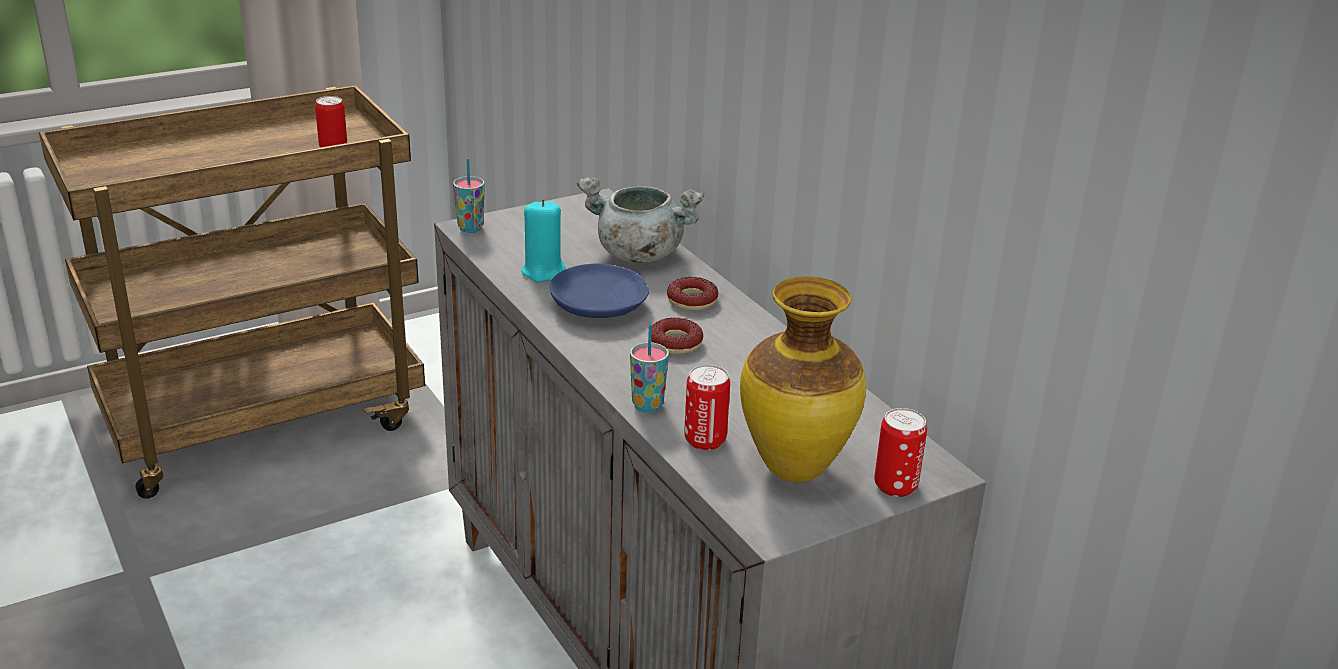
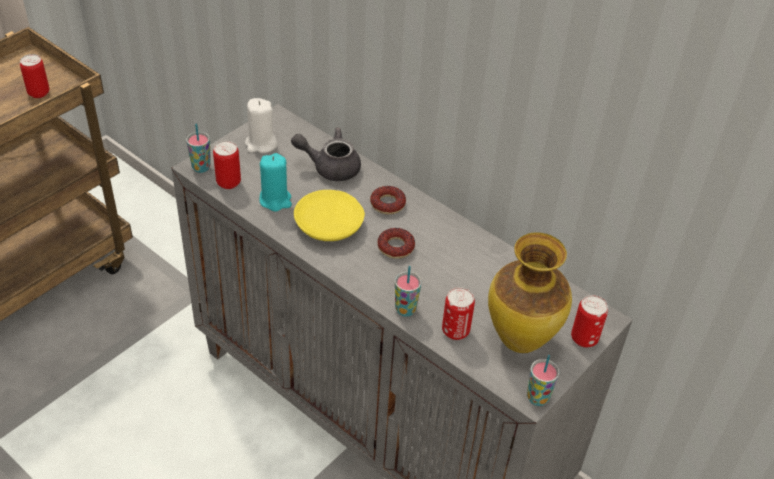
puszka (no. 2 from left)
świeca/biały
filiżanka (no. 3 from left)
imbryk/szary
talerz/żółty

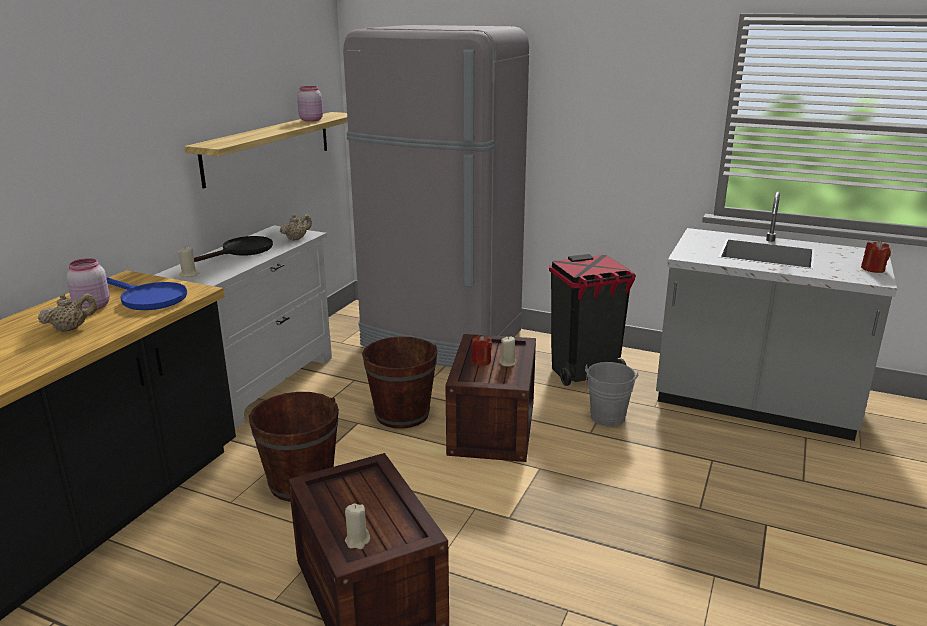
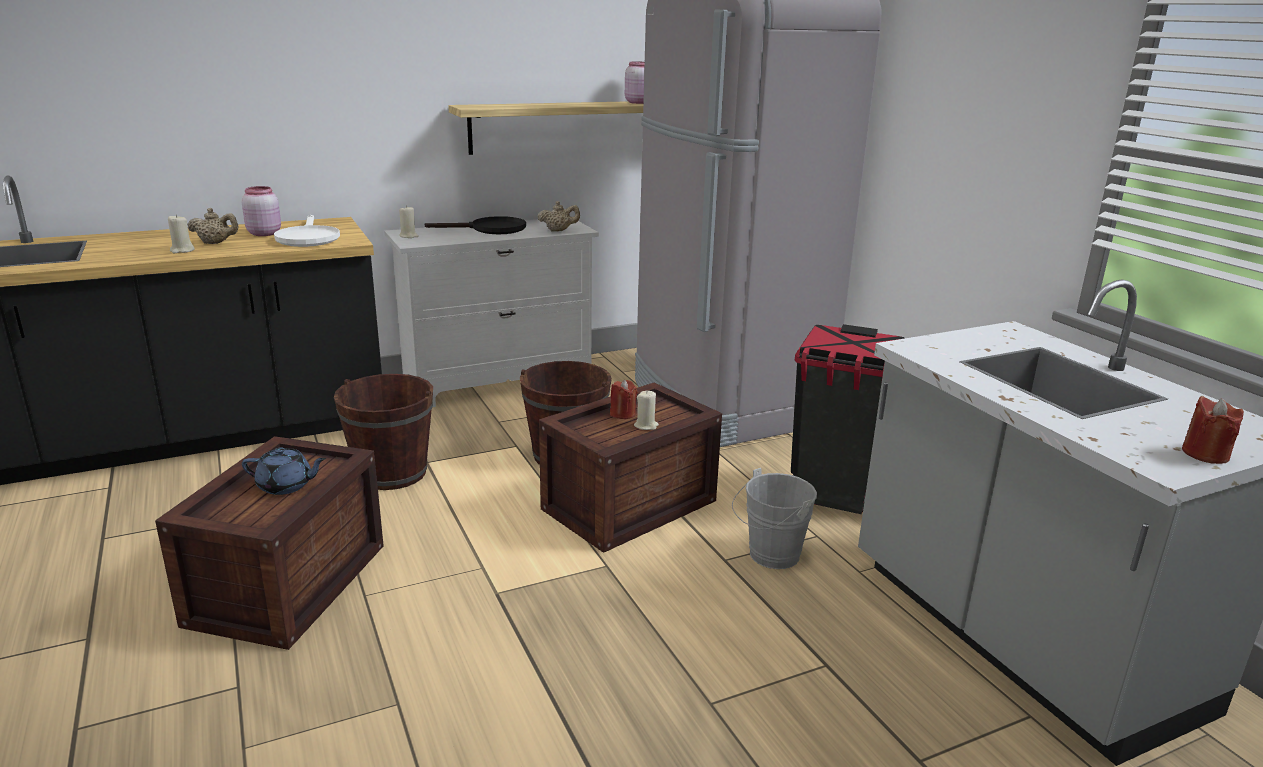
imbryk/niebieski
świeca/beżowy (no. 1 from left)
patelnia/biały

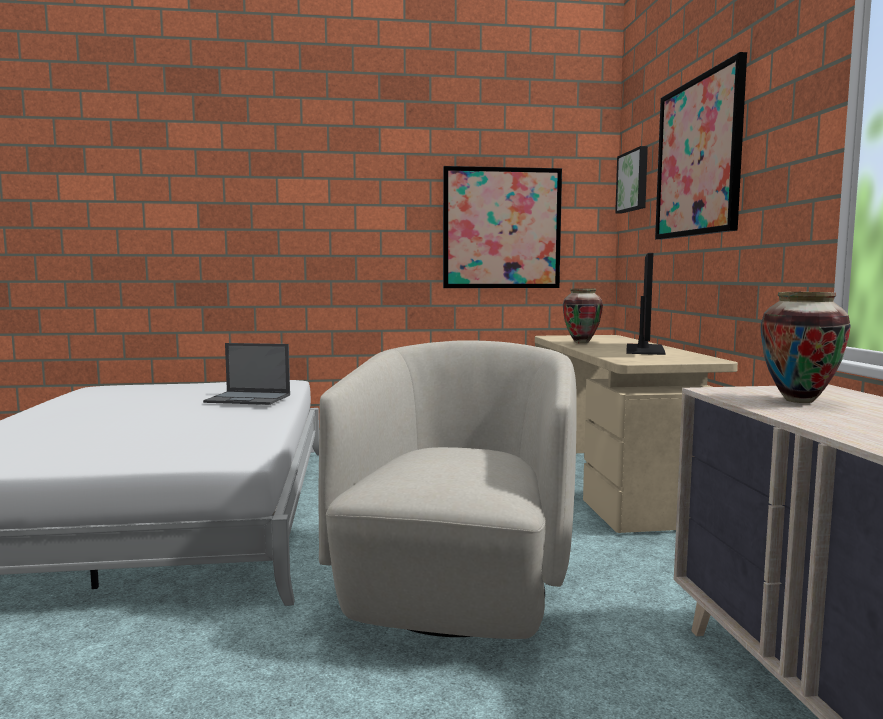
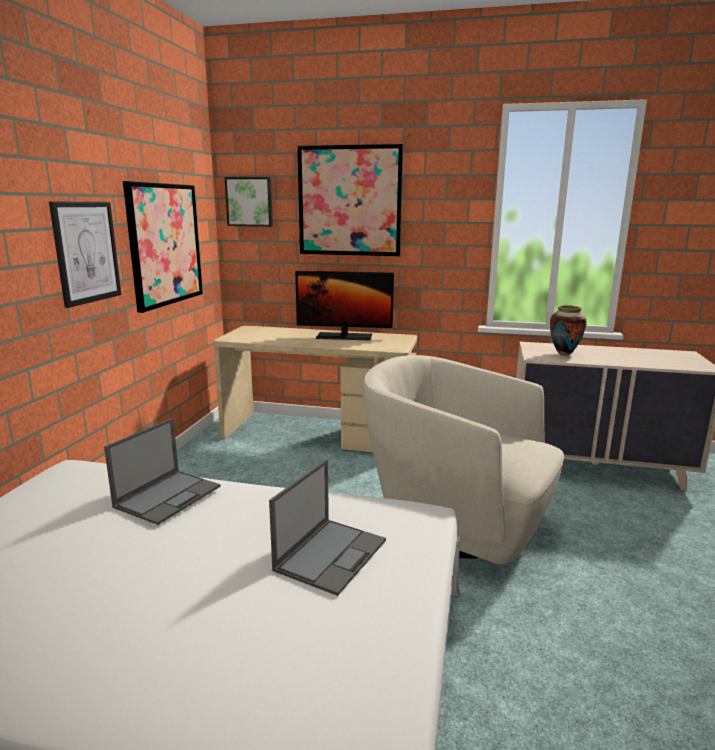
wazon (no. 1 from left in the first image)
obraz (no. 1 from left)
laptop (no. 2 from left)
monitor

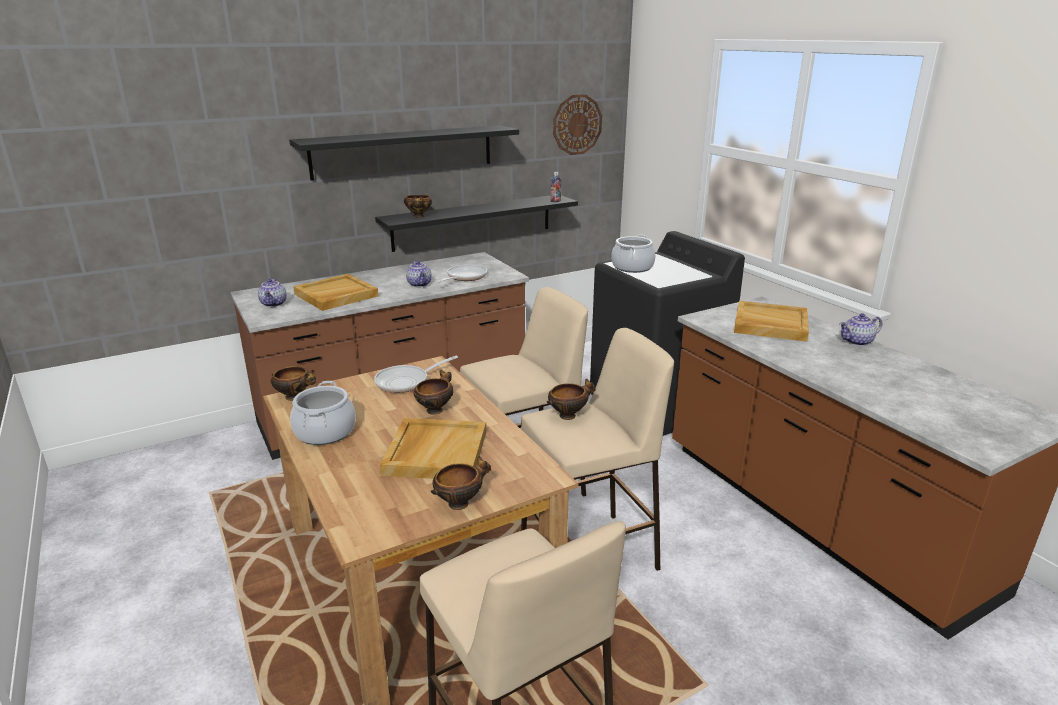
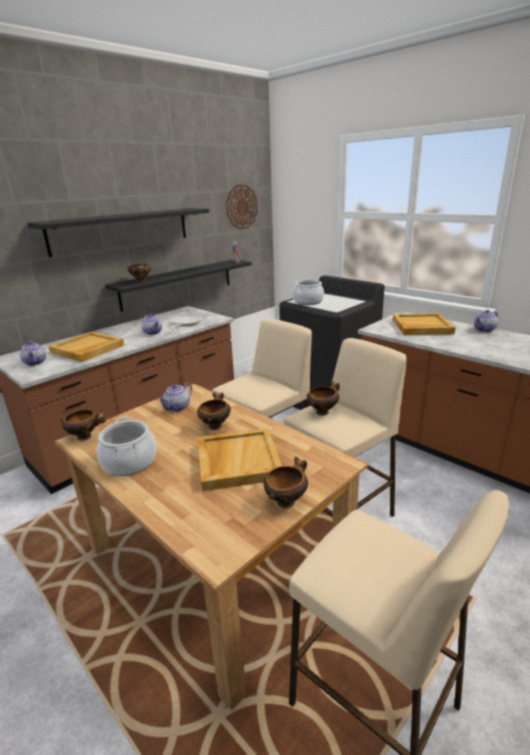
imbryk (no. 3 from left)

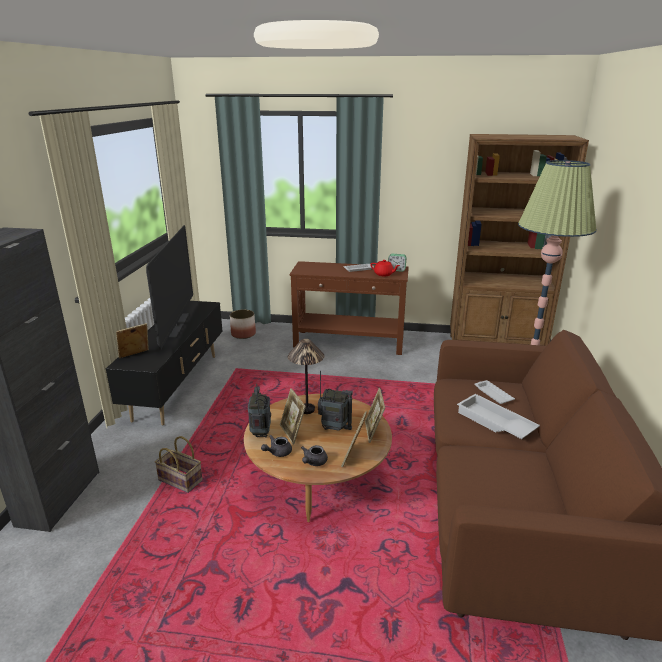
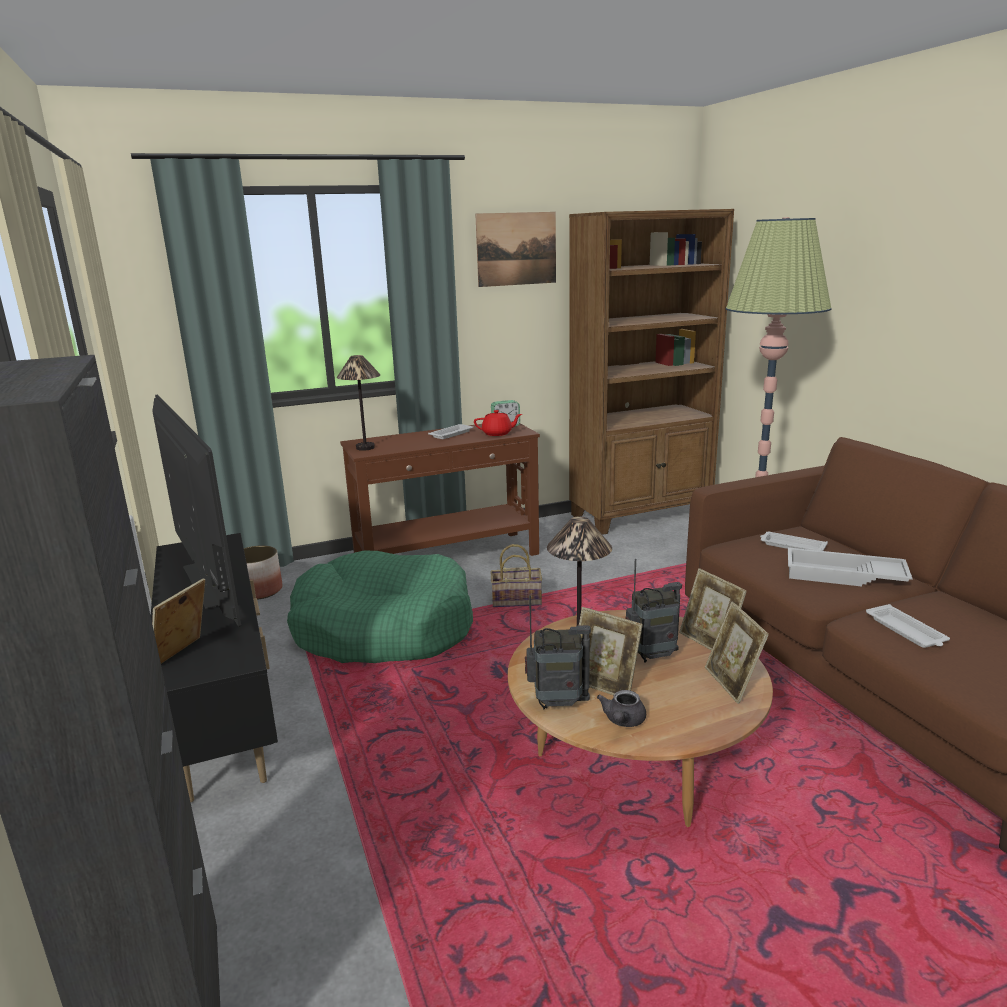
imbryk/szary (no. 2 from left in the first image)
legowisko/zielony
lampa stołowa (no. 1 from left)
obraz
taca/biały (no. 4 from left)
koszyk
radio (no. 1 from left)

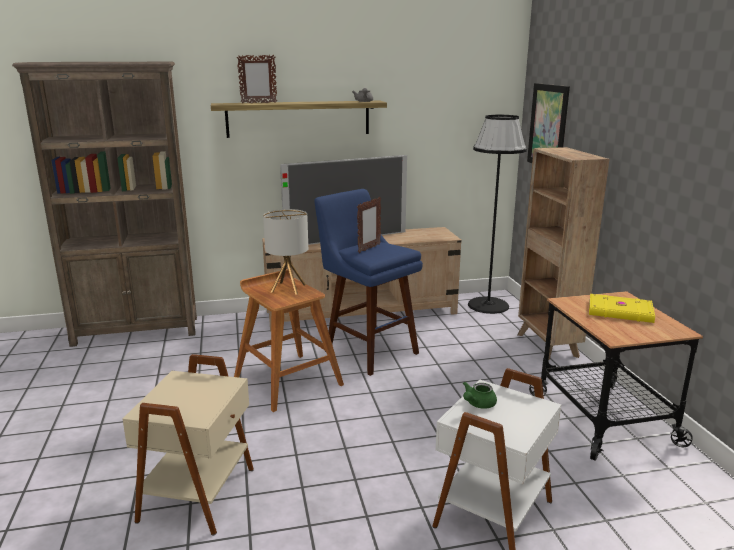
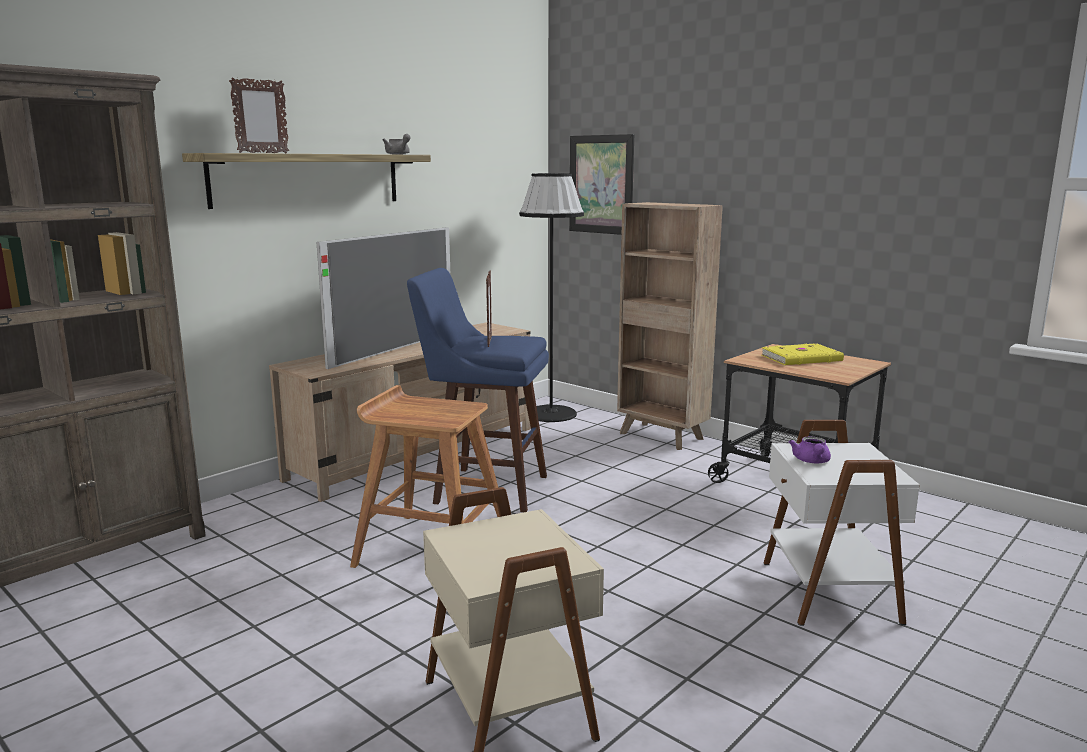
lampa stołowa
imbryk/fioletowy

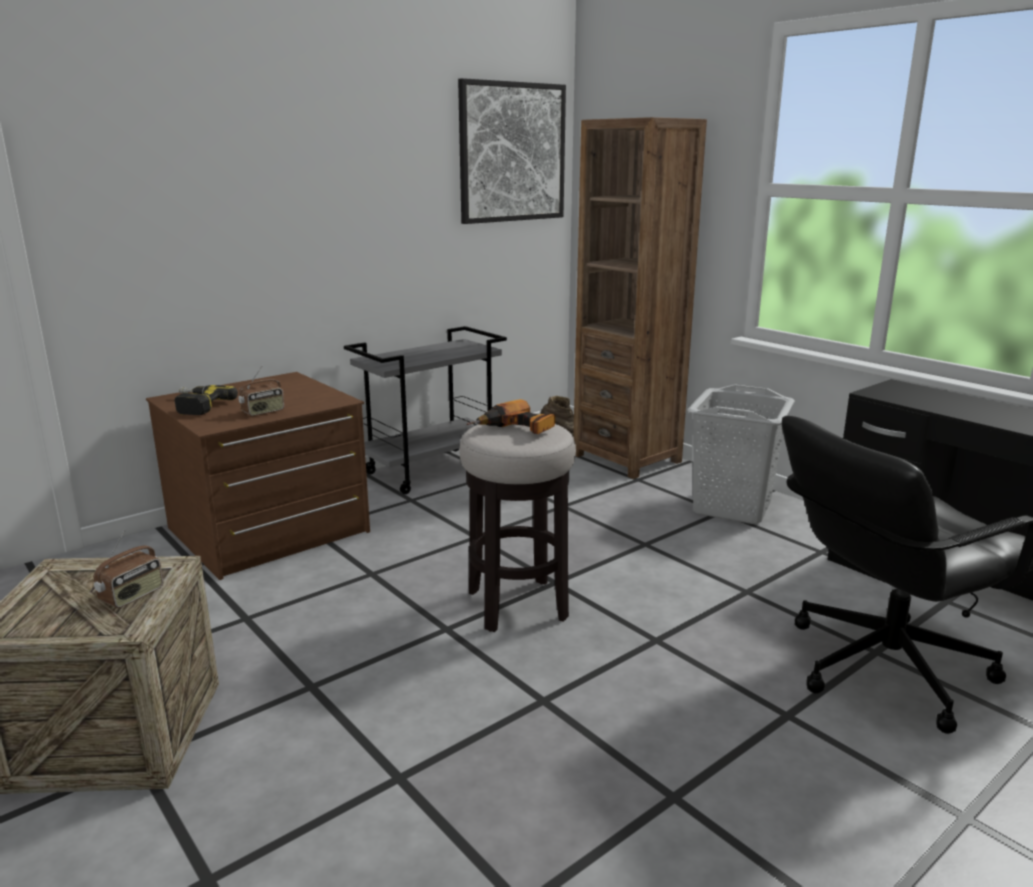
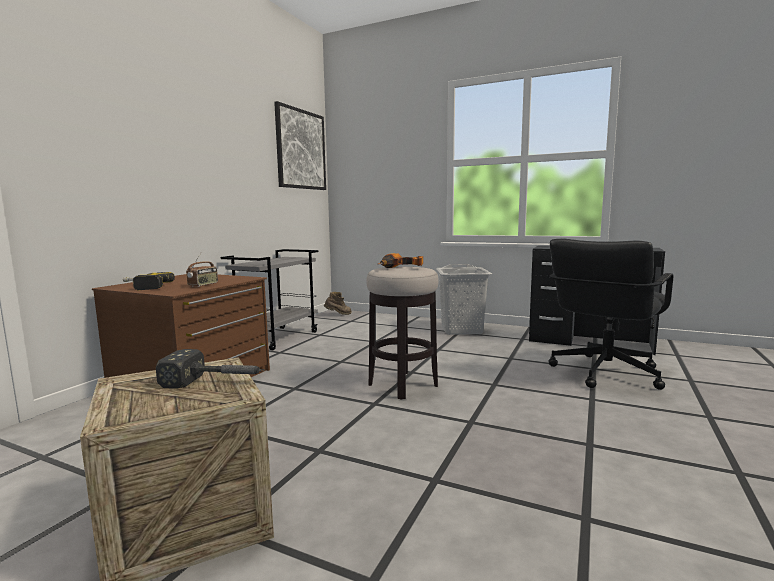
regał/brązowy
młotek

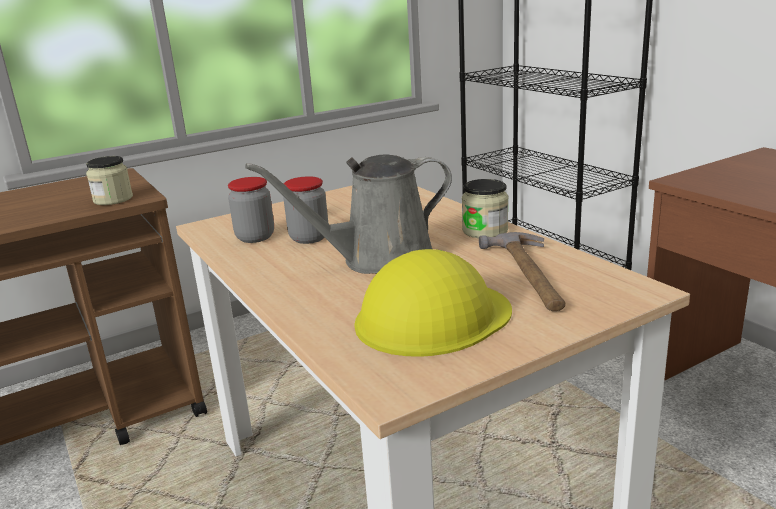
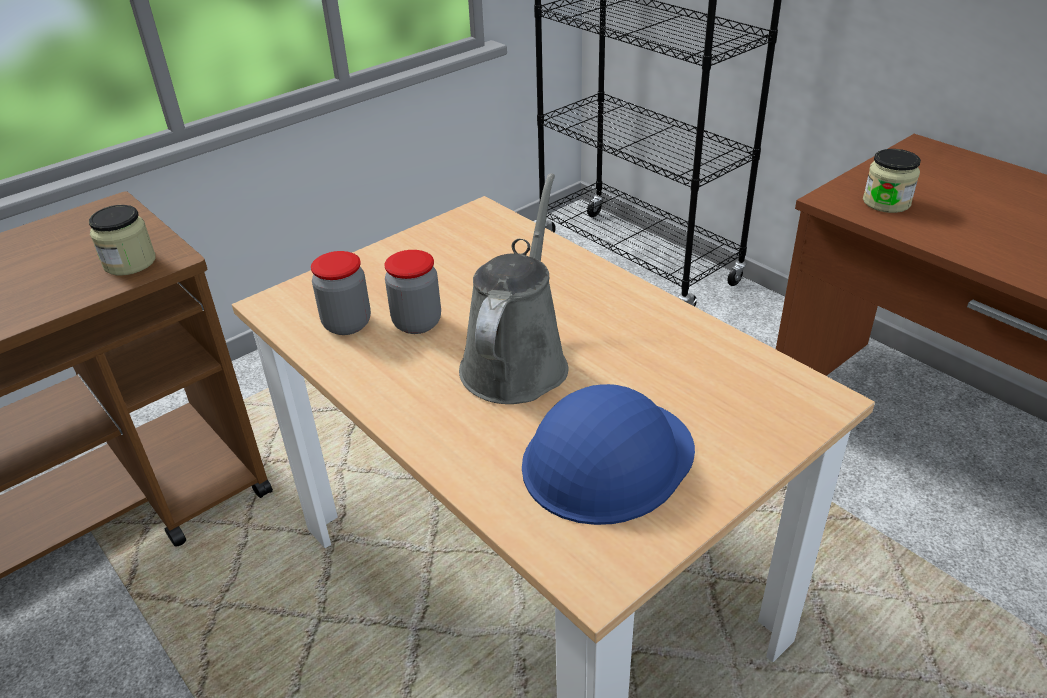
młotek
słoik (no. 4 from left)
kask/niebieski
konewka/szary

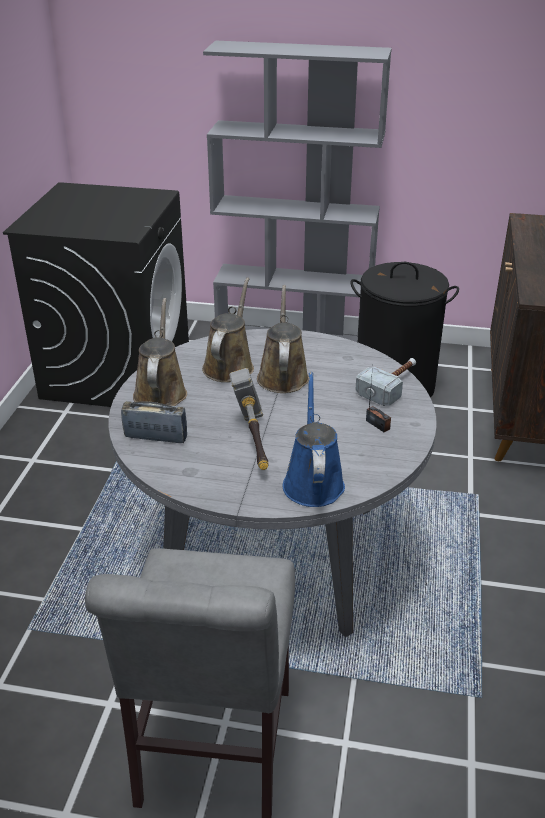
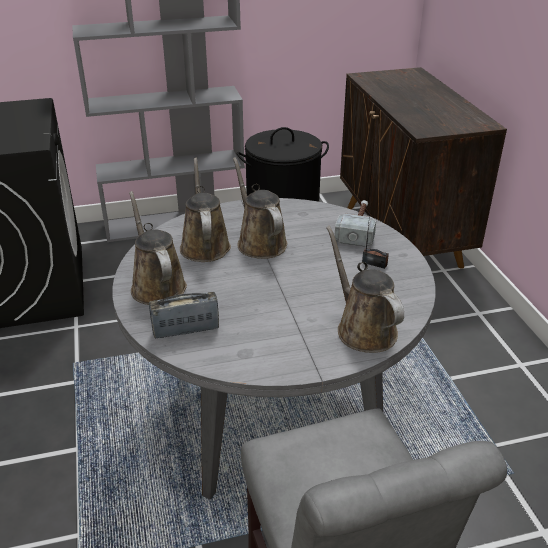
młotek (no. 1 from left in the first image)
konewka/brązowy (no. 4 from left)

